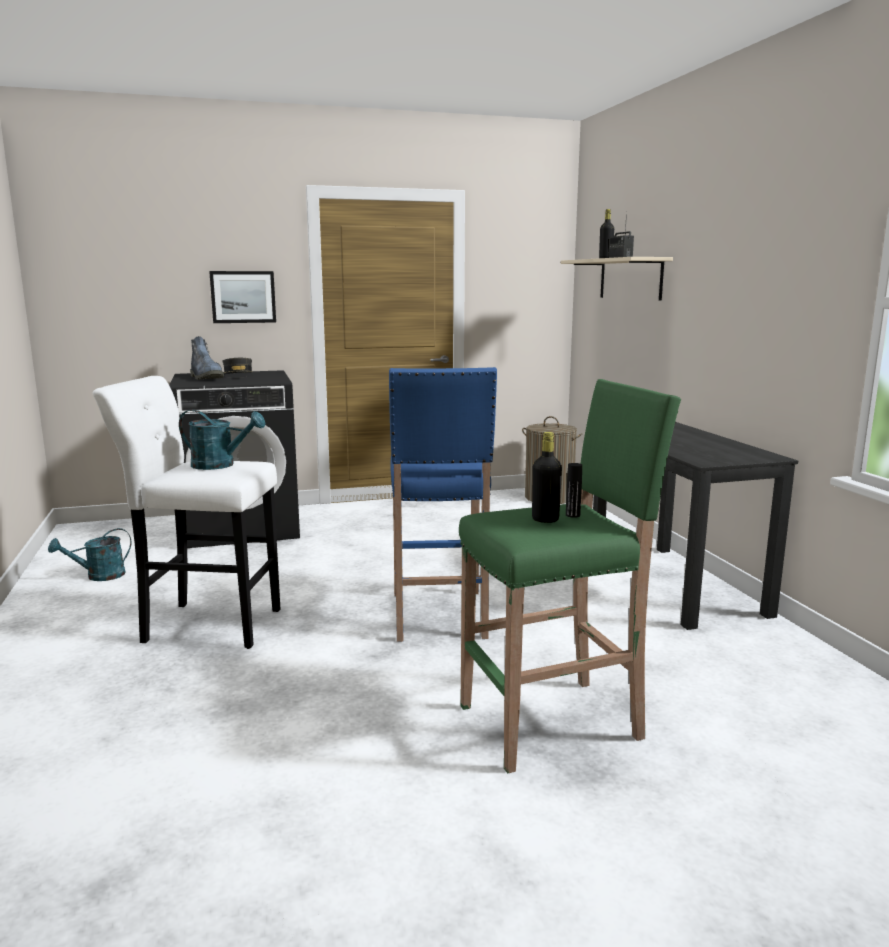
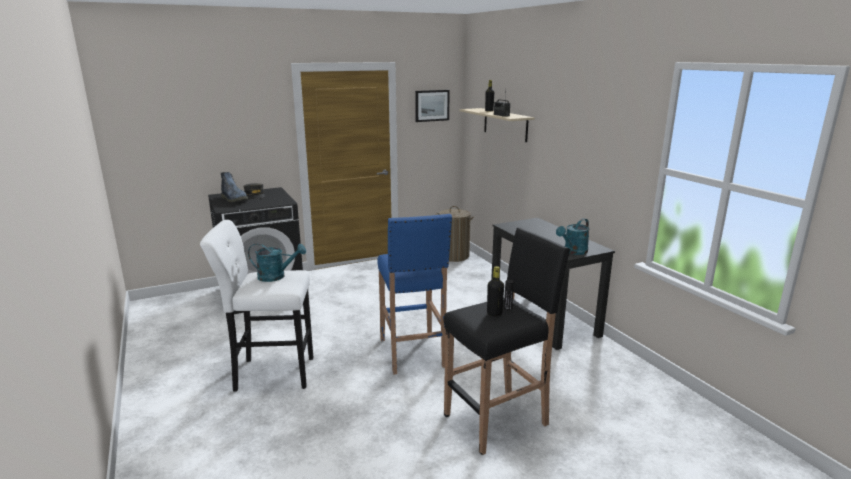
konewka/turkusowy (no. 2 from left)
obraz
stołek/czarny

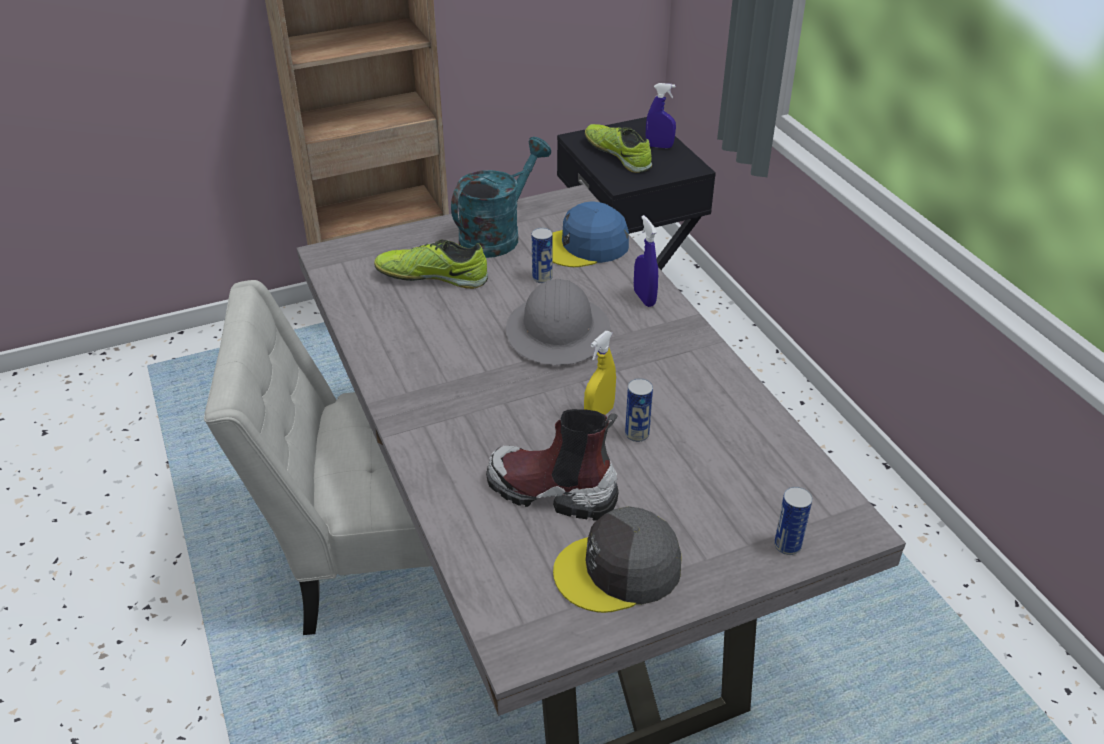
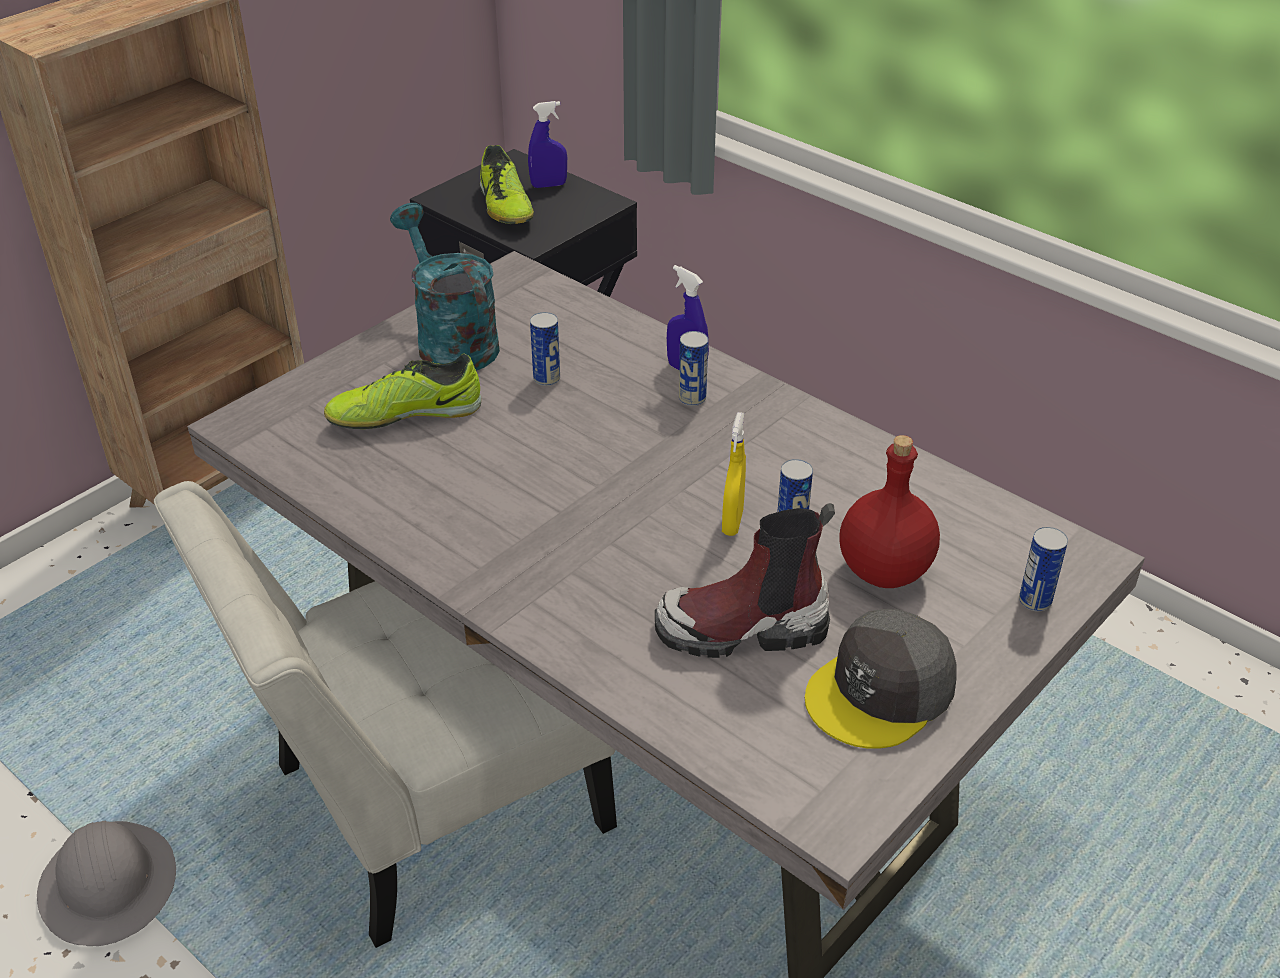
czapka z daszkiem/niebieski
puszka (no. 2 from left)
butelka/czerwony
kask/szary
konewka/turkusowy
but (no. 2 from left)

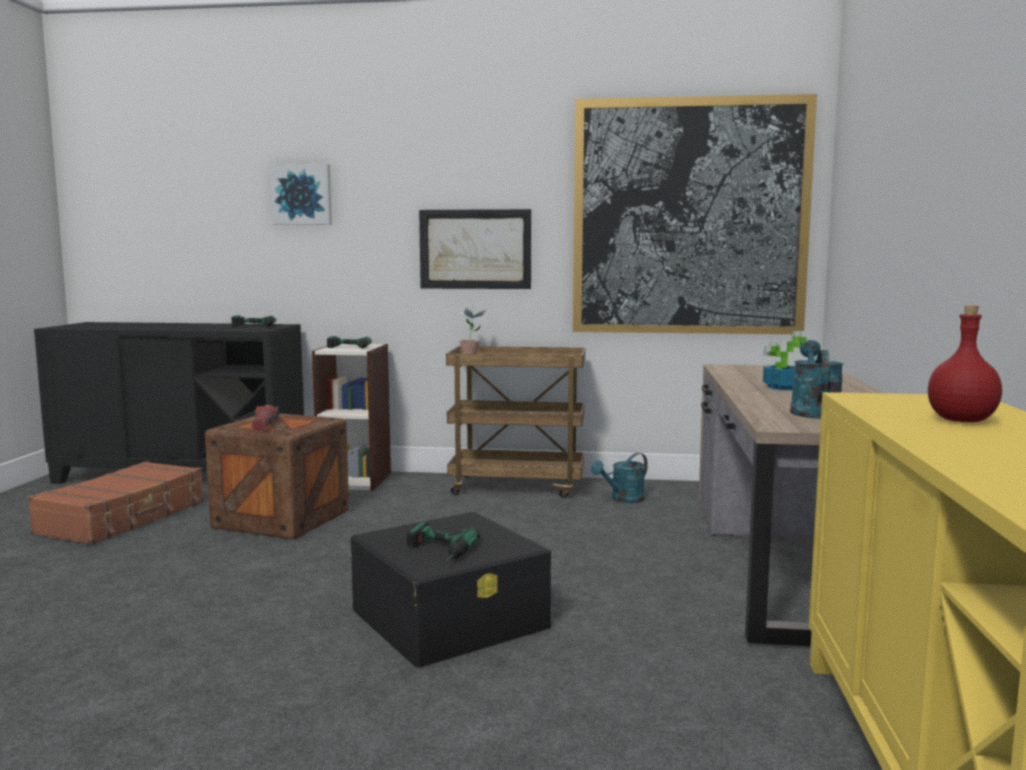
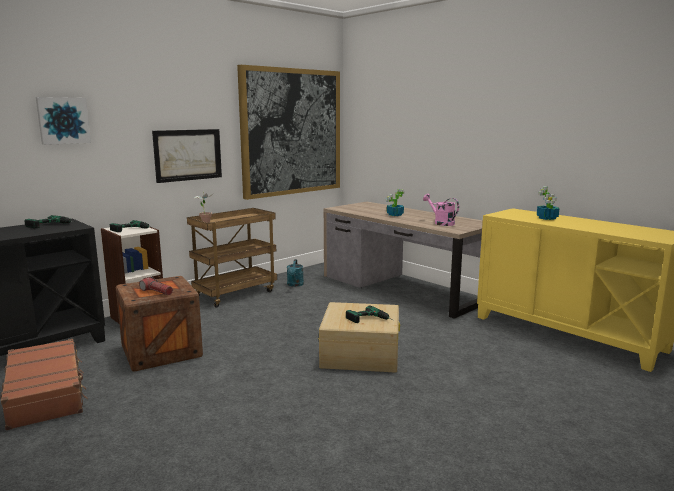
roślina doniczkowa (no. 3 from left)
pojemnik do przechowywania/beżowy
konewka/różowy

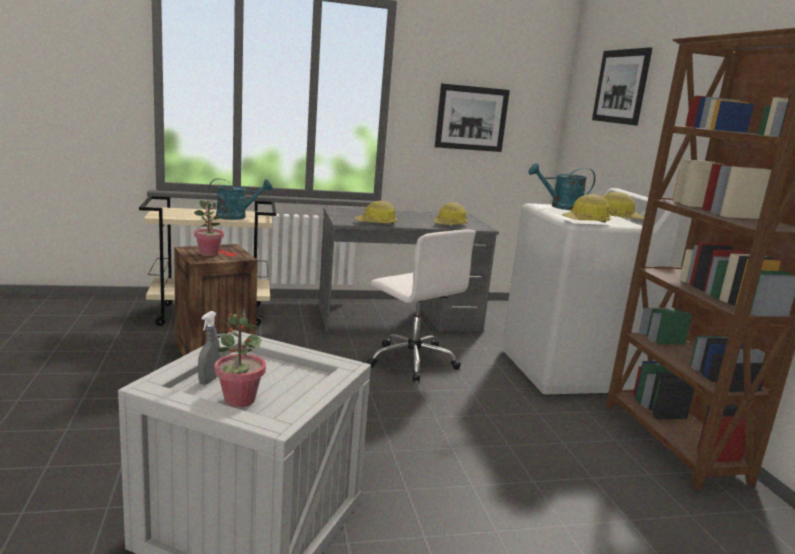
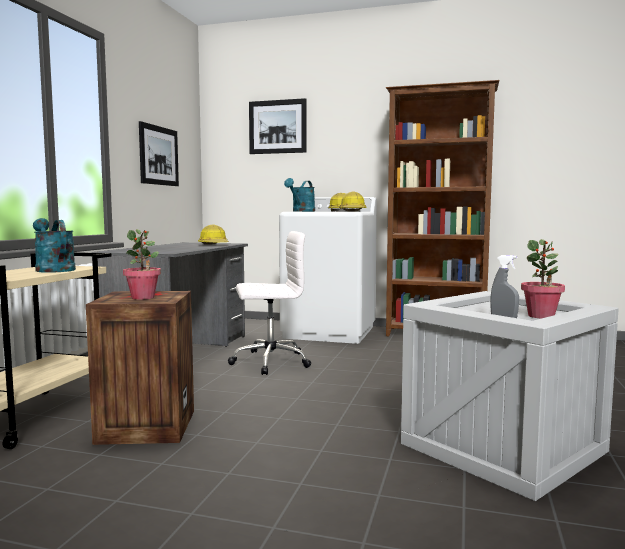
kask (no. 1 from left in the first image)
konewka/turkusowy (no. 1 from left)

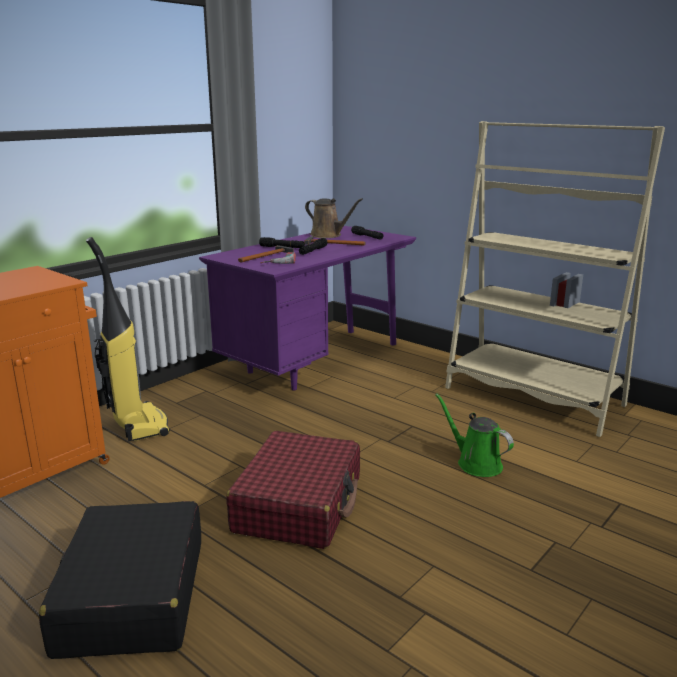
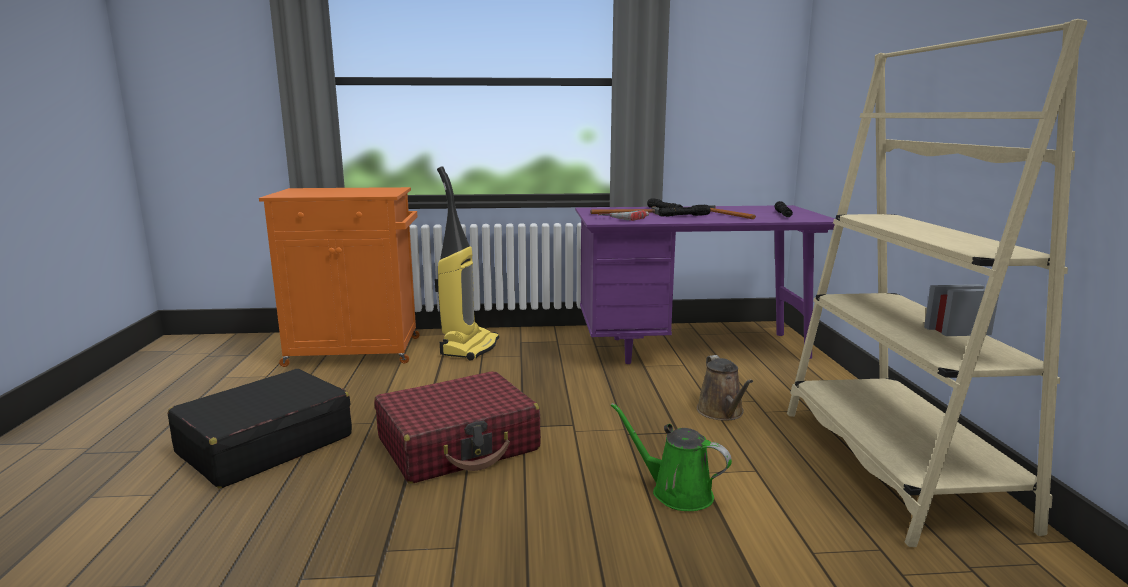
konewka/brązowy
konewka/zielony

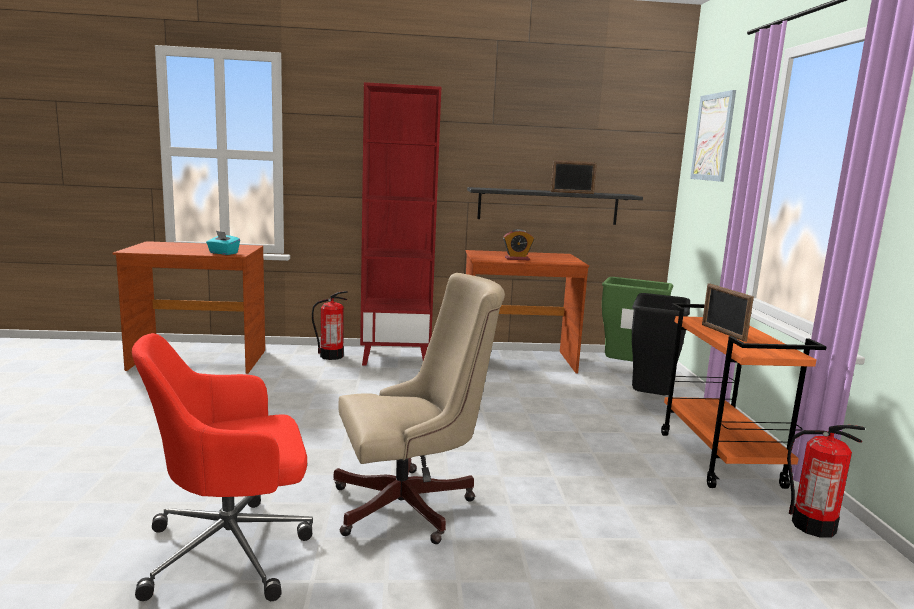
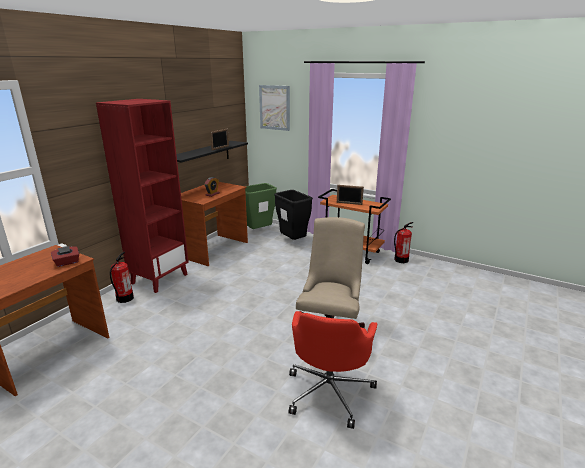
pudełko chusteczek/czerwony

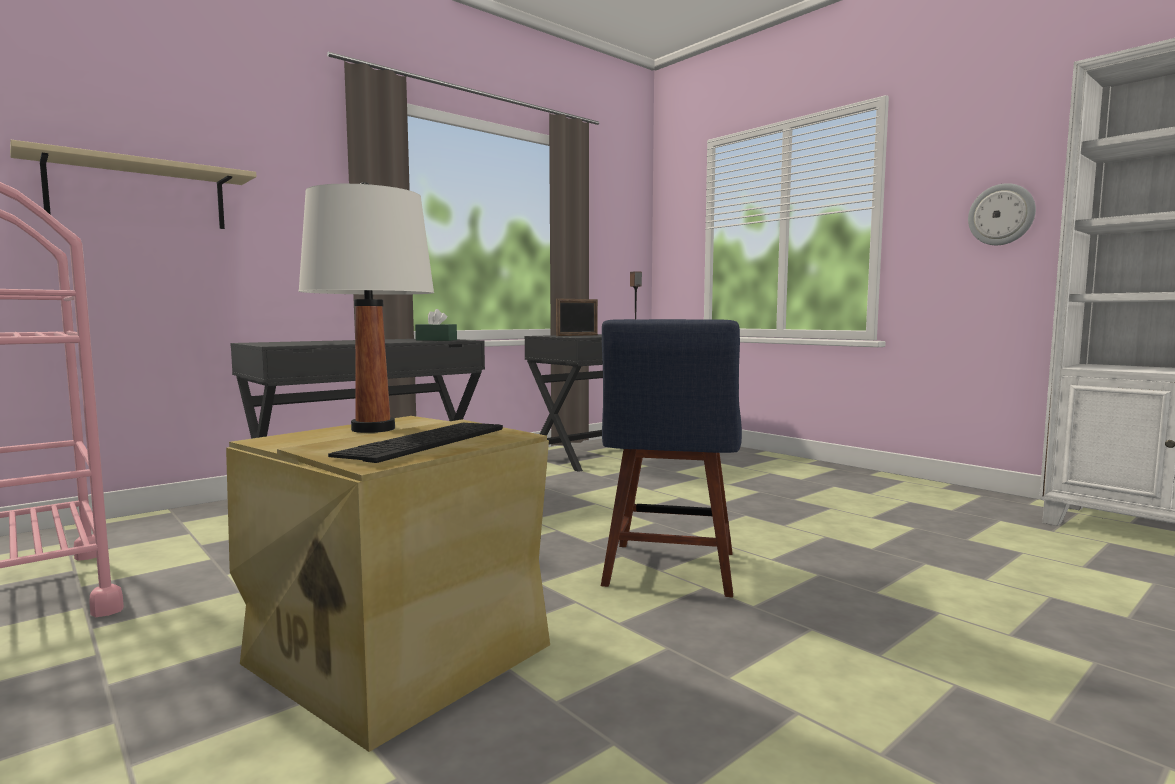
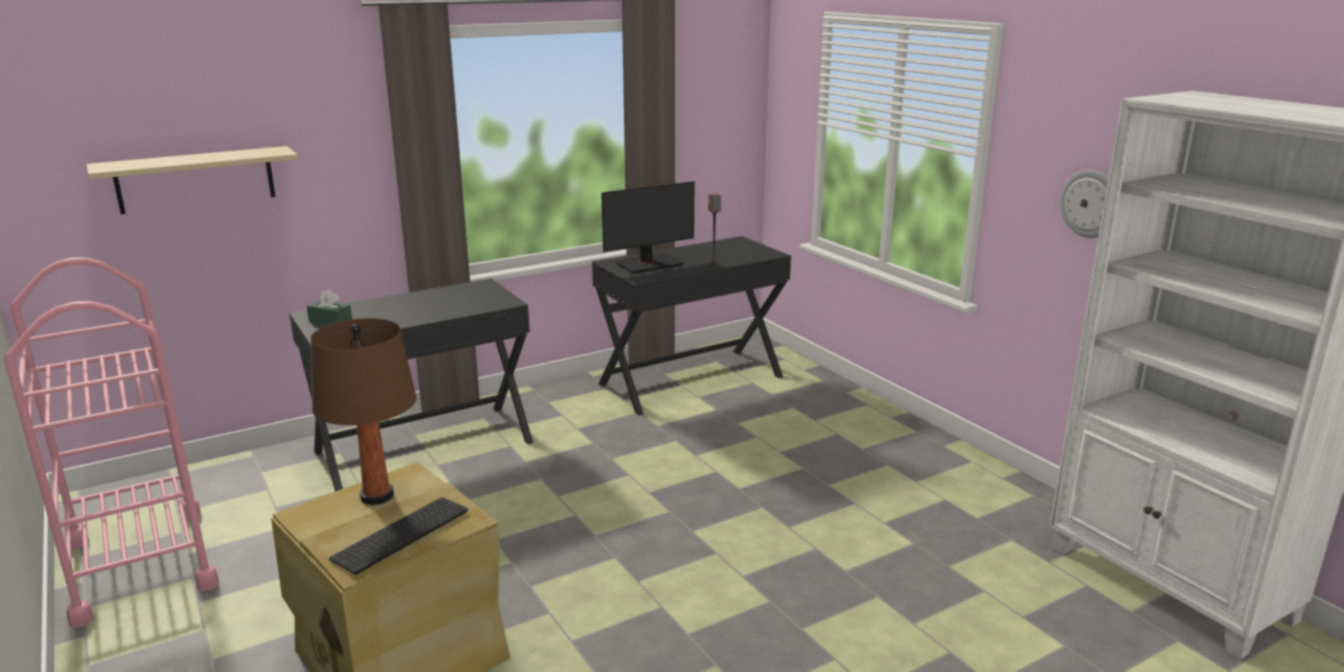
krzesło/niebieski
pudełko chusteczek/zielony
monitor
lampa stołowa/brązowy

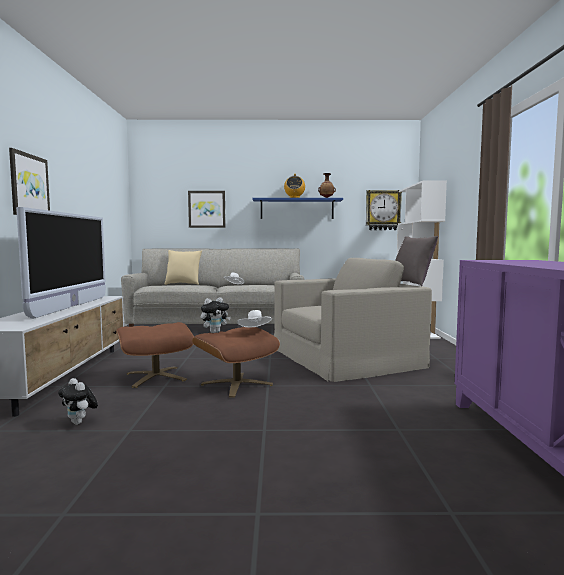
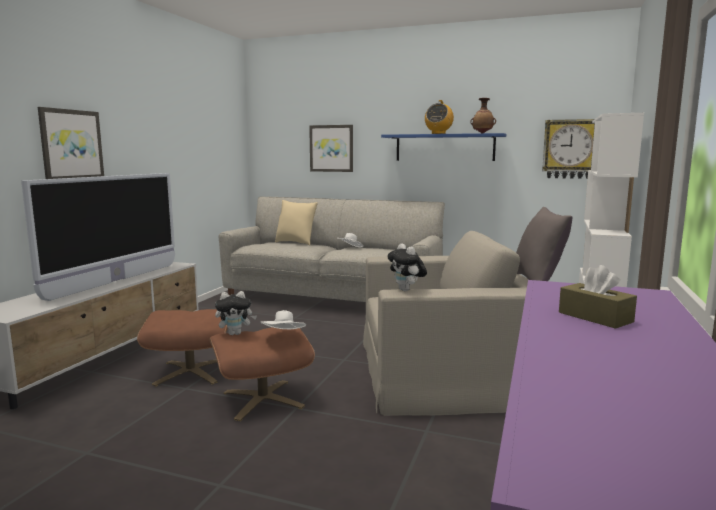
pudełko chusteczek/brązowy
pluszak (no. 2 from left)

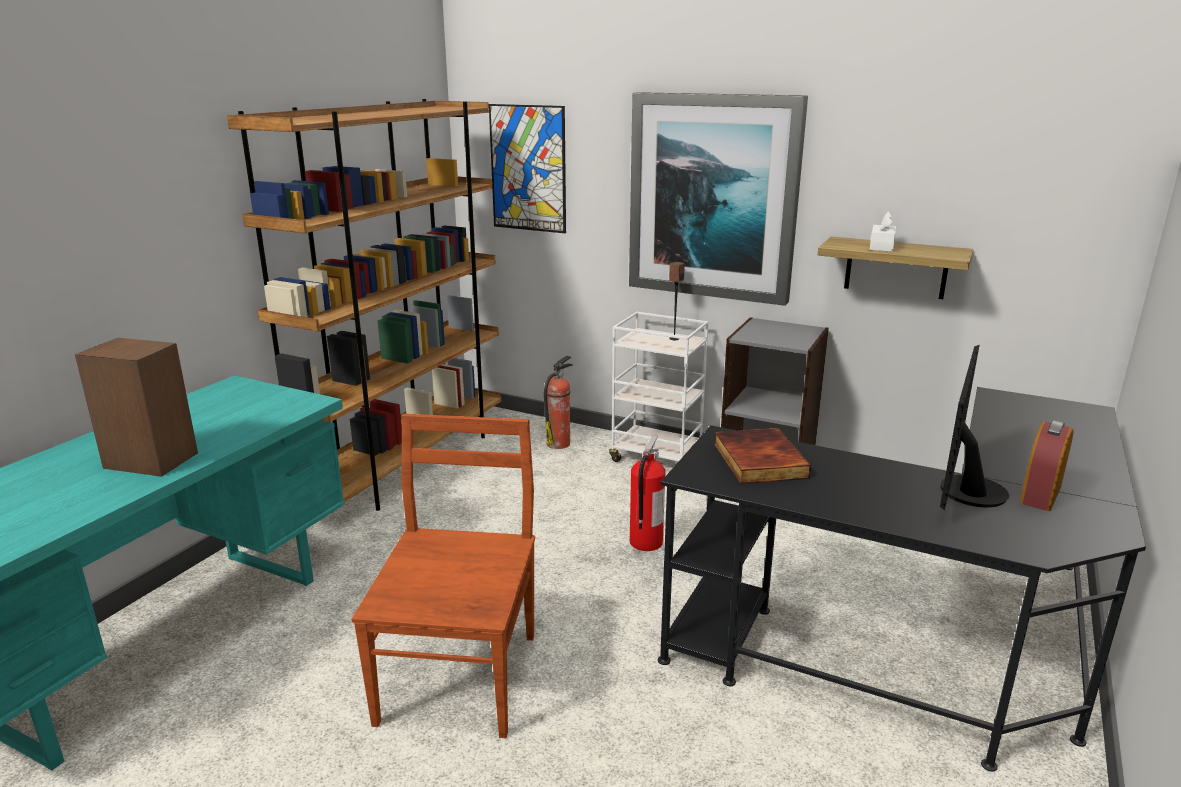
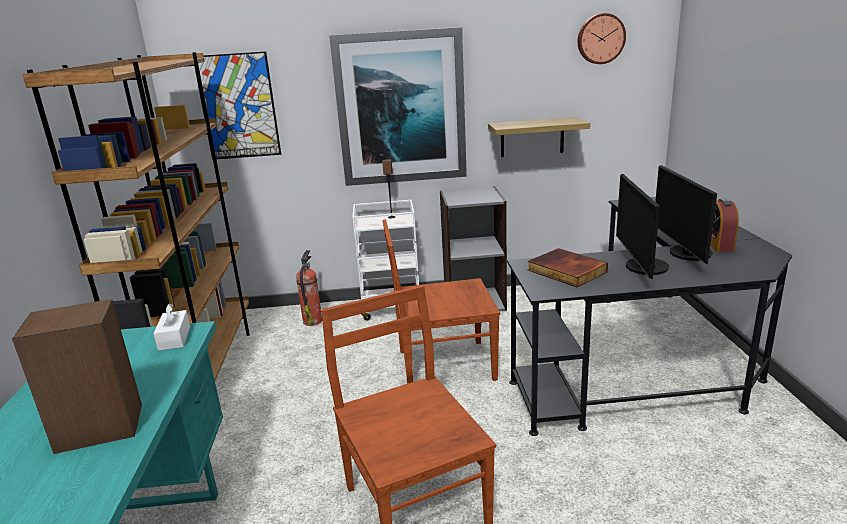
zegar ścienny
monitor (no. 1 from left)
pudełko chusteczek/biały
krzesło/brązowy (no. 2 from left)

